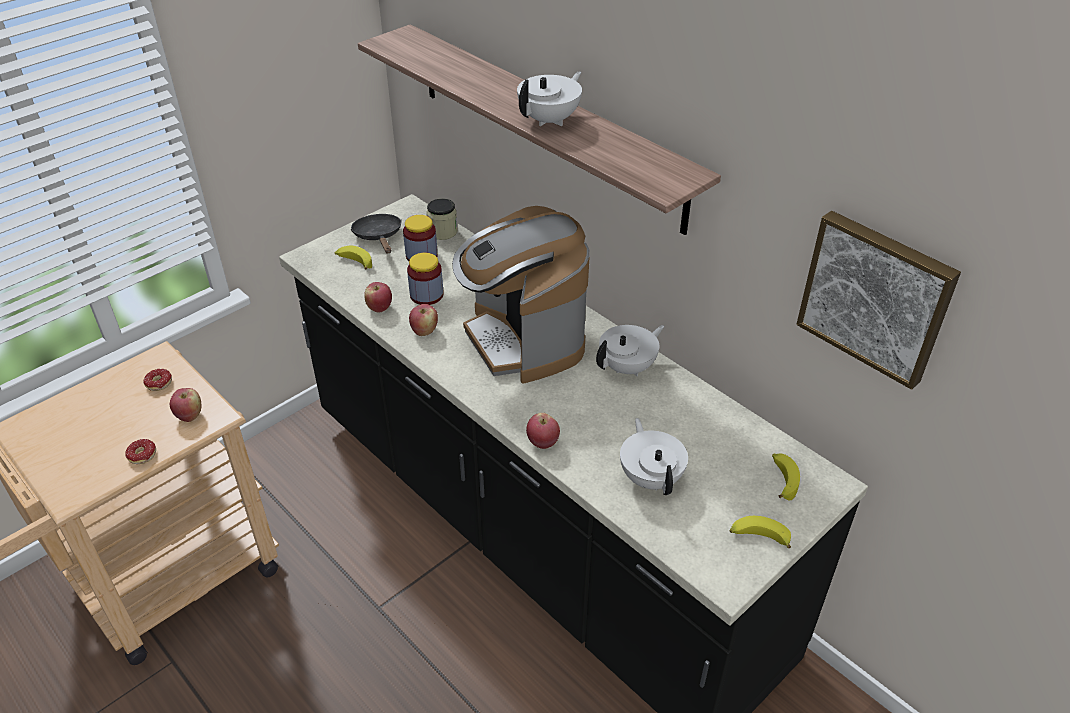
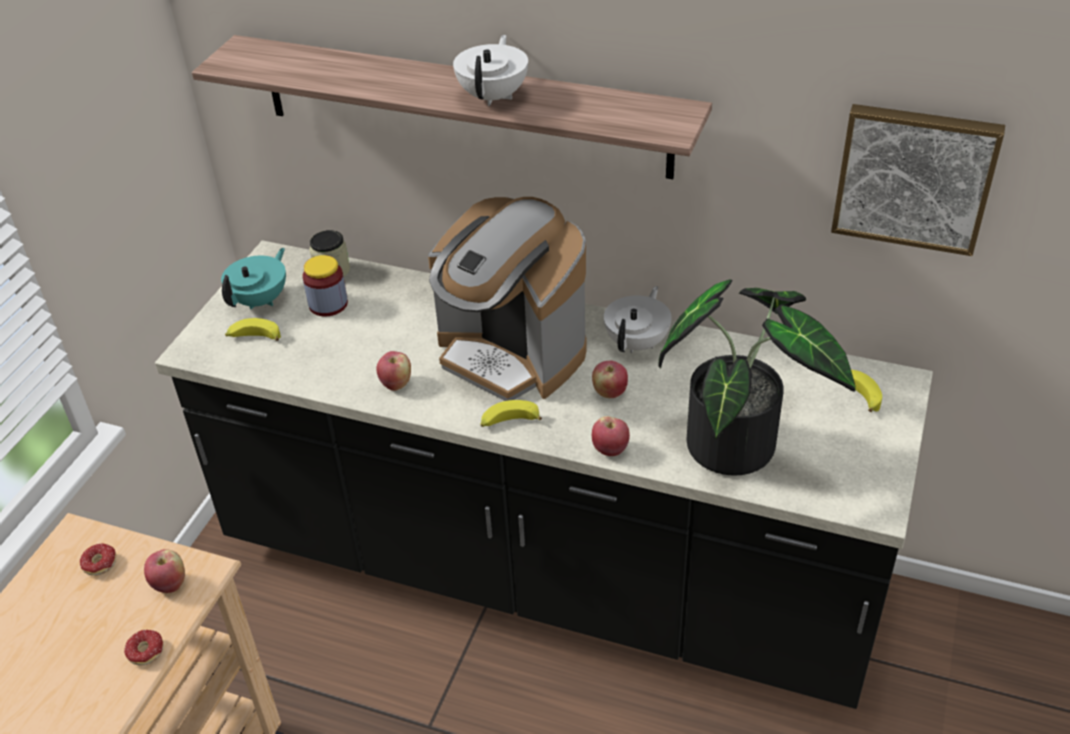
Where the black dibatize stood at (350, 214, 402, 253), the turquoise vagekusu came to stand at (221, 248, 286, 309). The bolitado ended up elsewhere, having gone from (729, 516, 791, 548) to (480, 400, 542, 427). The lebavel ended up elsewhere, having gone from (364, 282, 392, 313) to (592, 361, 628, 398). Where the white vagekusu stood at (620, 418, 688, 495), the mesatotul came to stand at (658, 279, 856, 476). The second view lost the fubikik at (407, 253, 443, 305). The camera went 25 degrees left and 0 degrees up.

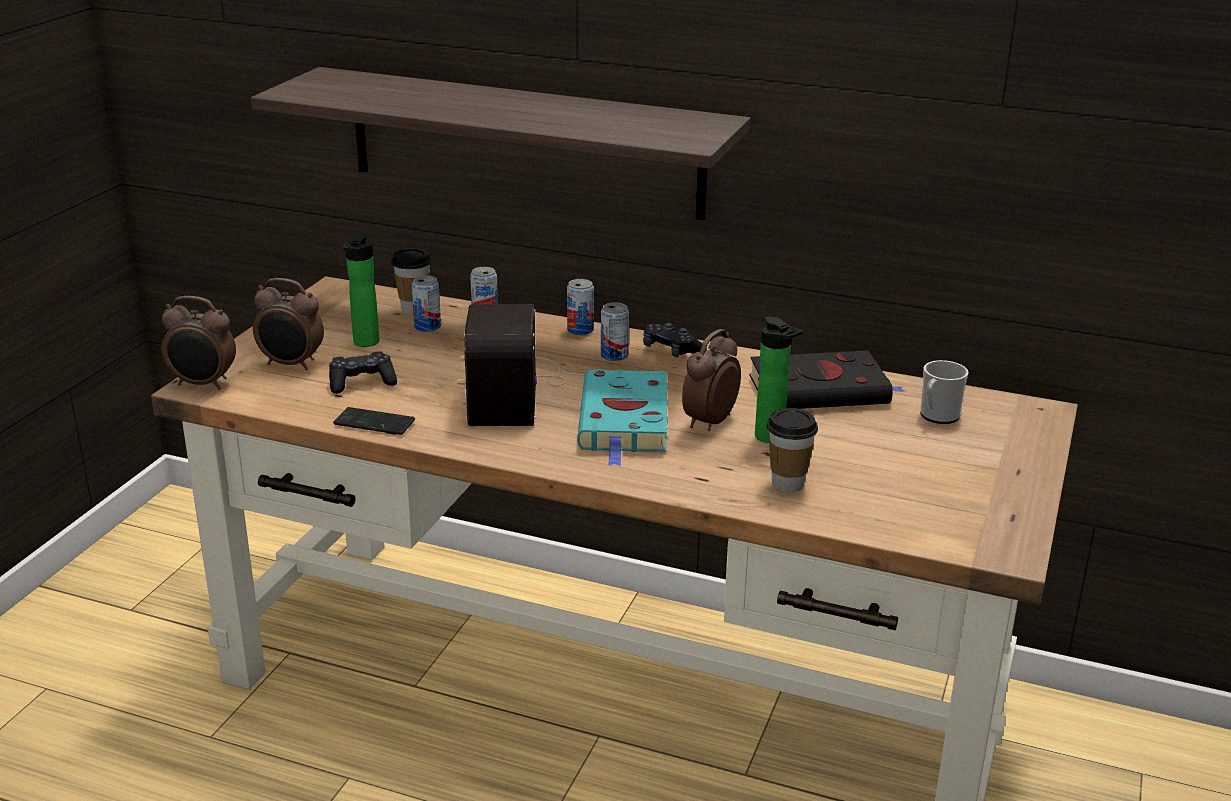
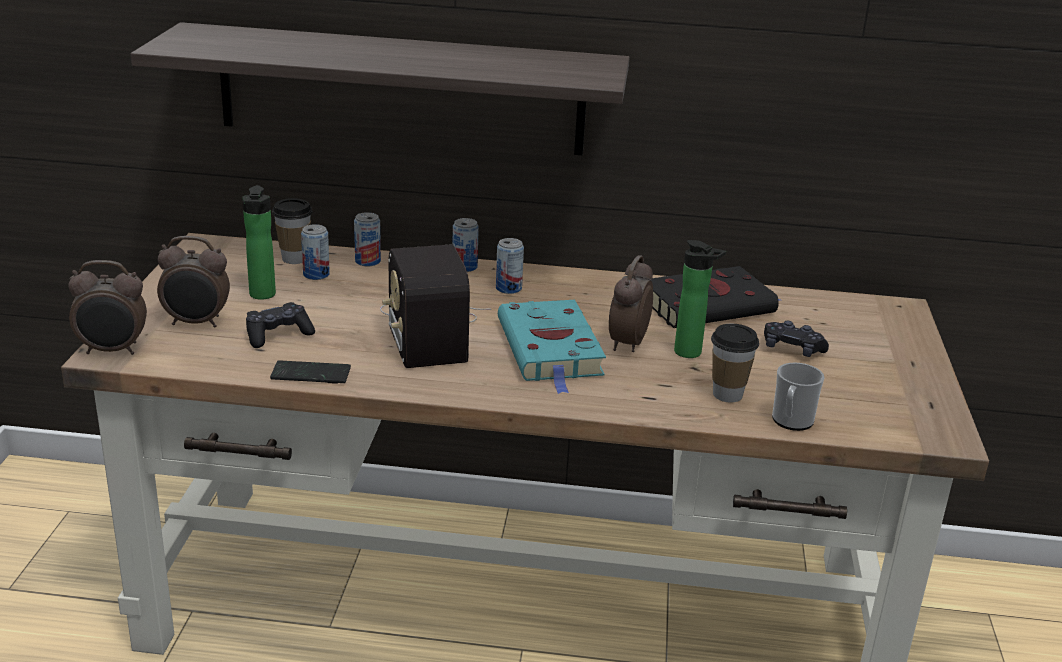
The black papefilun ended up elsewhere, having gone from (643, 323, 707, 357) to (764, 321, 829, 357). The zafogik ended up elsewhere, having gone from (920, 360, 968, 424) to (772, 363, 825, 431). The camera went 15 degrees left and 0 degrees up.

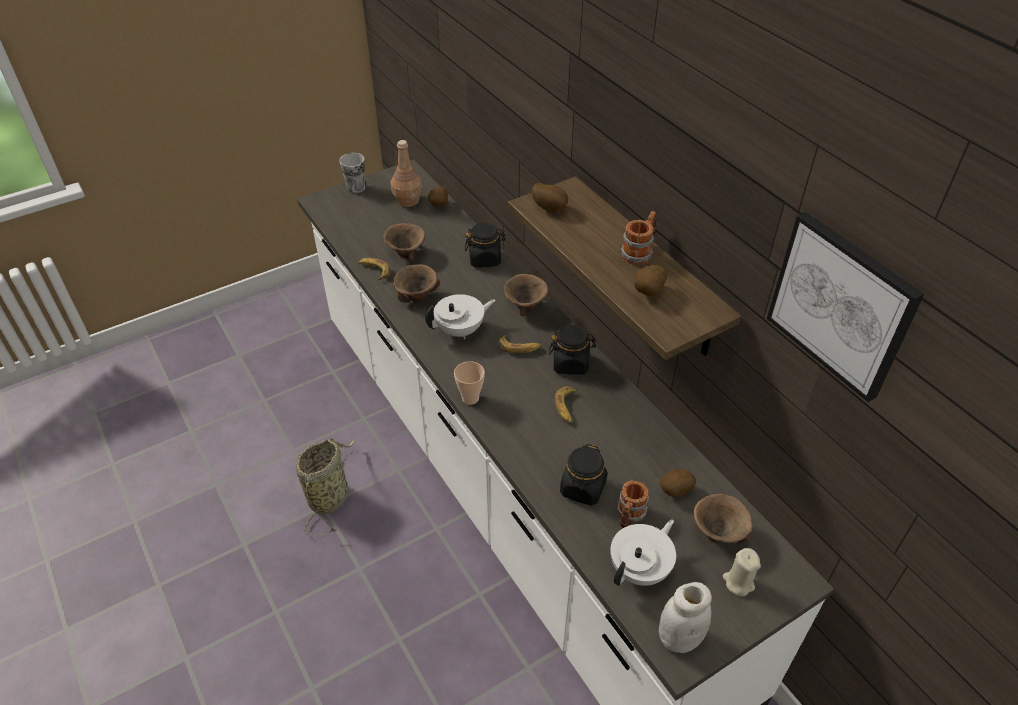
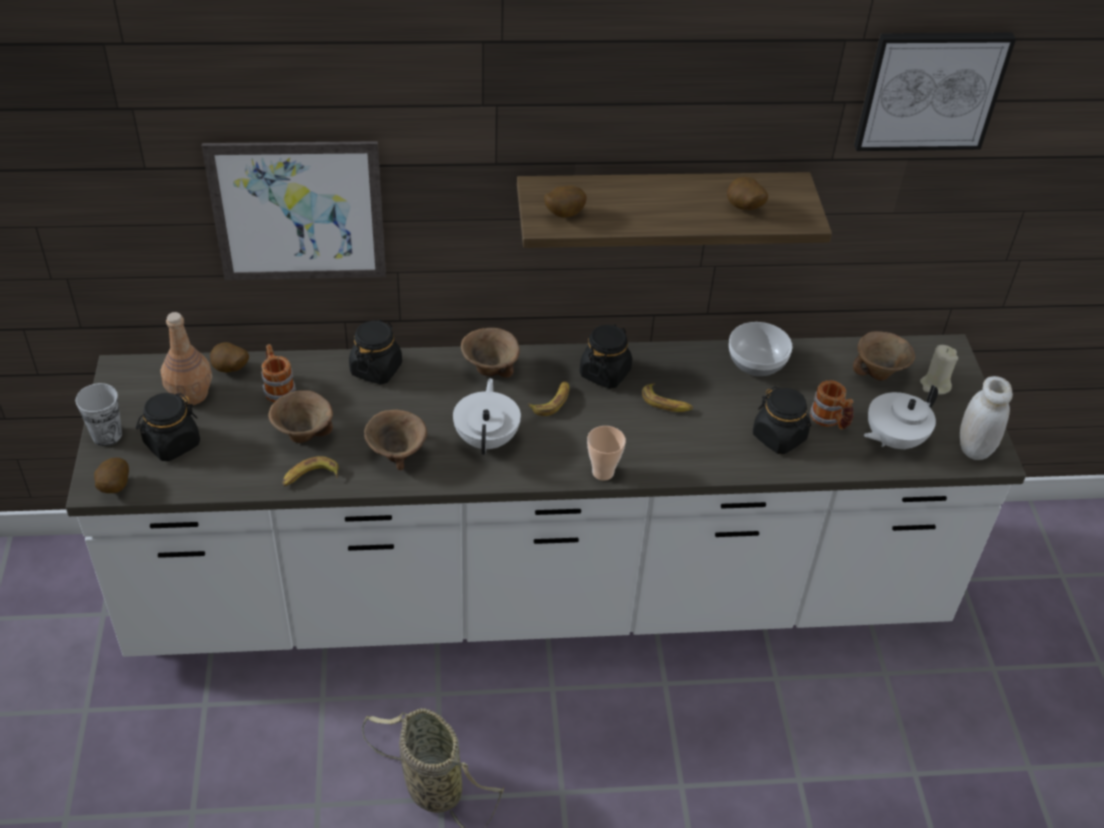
The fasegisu ended up elsewhere, having gone from (660, 469, 696, 497) to (94, 457, 129, 493). The second view gained the black fubikik at (136, 393, 200, 461). The second view gained the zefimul at (202, 141, 386, 280). The zafogik ended up elsewhere, having gone from (621, 211, 656, 265) to (261, 344, 296, 402). The second view gained the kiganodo at (729, 322, 793, 376). The white vagekusu at (610, 519, 676, 586) ended up facing another way, 105 degrees counterclockwise from before. The camera went 65 degrees left and 0 degrees up.

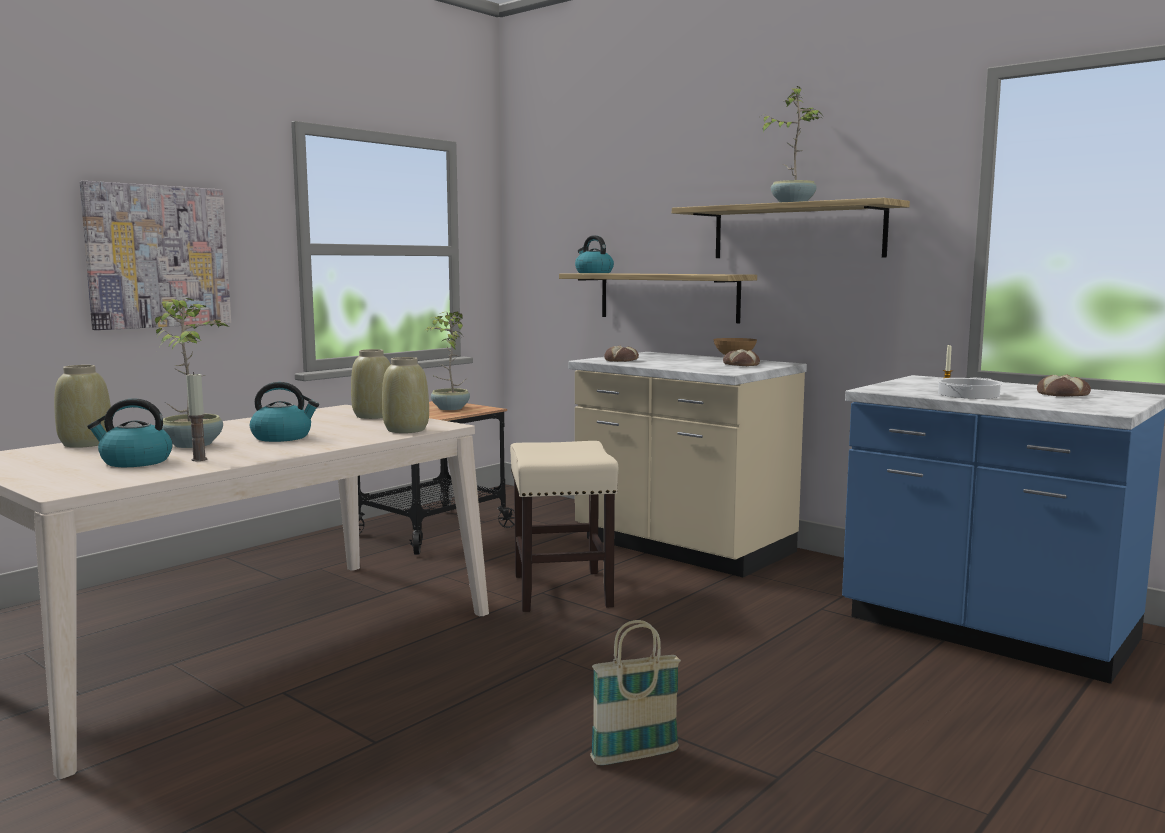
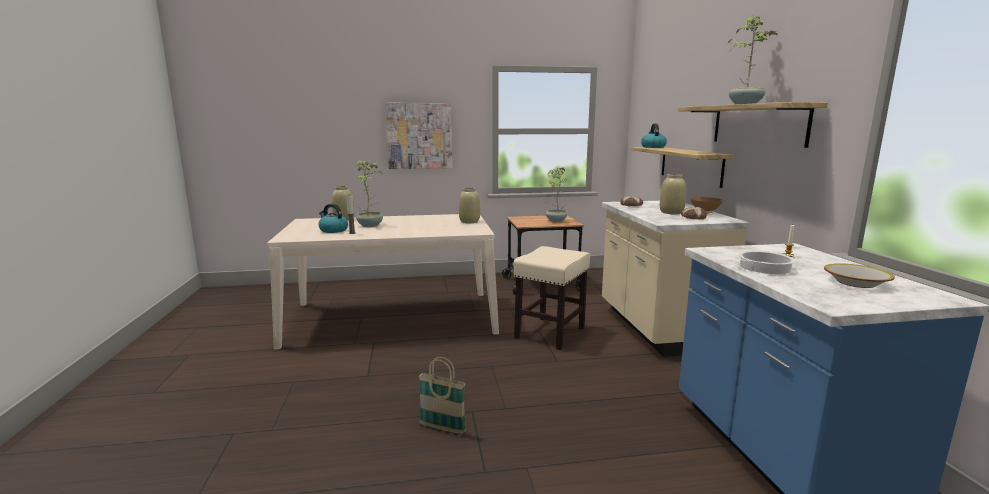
The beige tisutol ended up elsewhere, having gone from (382, 357, 429, 433) to (660, 174, 686, 214). Where the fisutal stood at (1037, 374, 1091, 397), the kiganodo came to stand at (824, 263, 895, 288). The second view lost the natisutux at (250, 382, 319, 442). The camera went 40 degrees right and 5 degrees up.

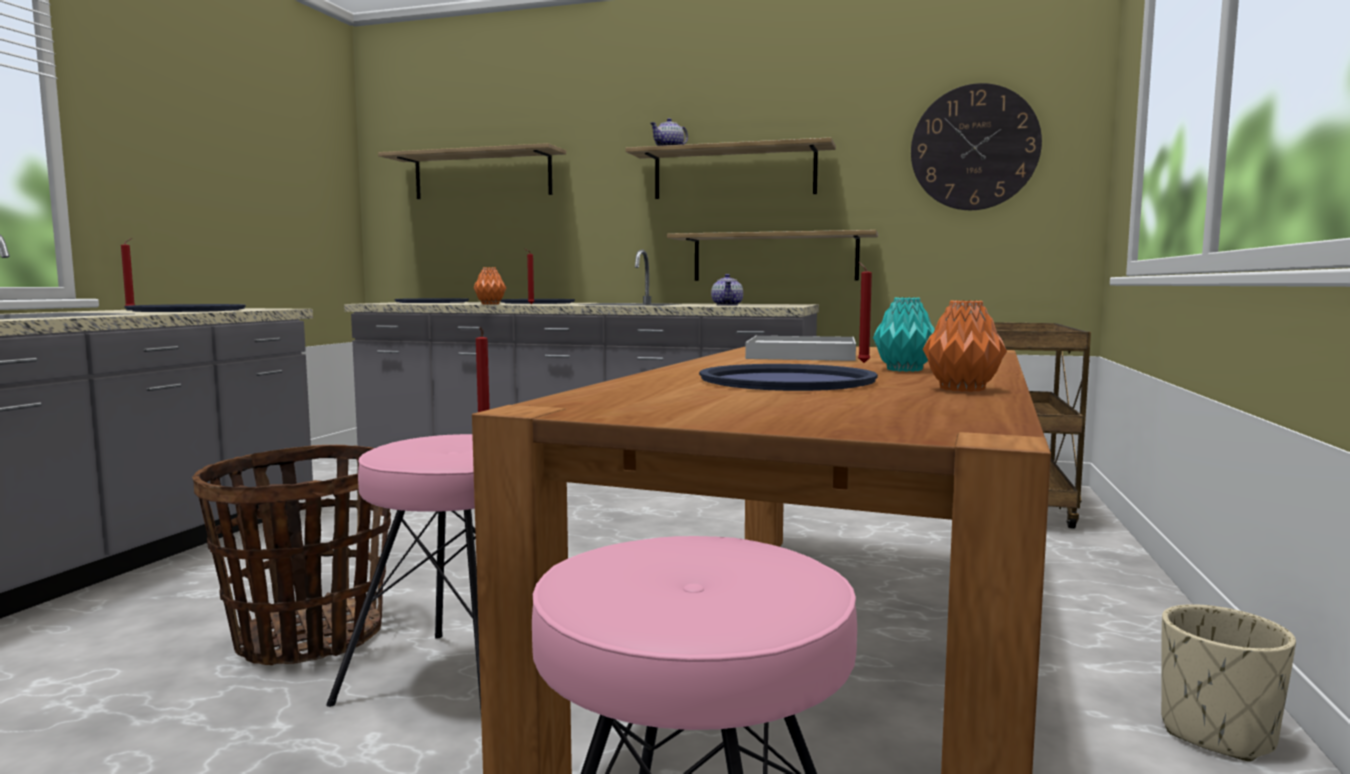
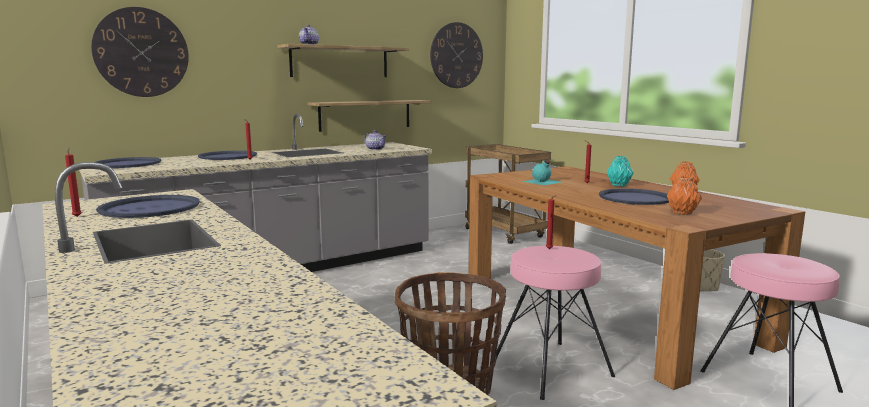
Where the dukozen hung at (378, 143, 566, 199), the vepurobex came to hang at (91, 7, 189, 97). Where the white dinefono stood at (745, 336, 856, 361), the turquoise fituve came to stand at (522, 160, 562, 185). The orange tisutol ended up elsewhere, having gone from (474, 267, 507, 304) to (667, 176, 702, 215). The camera went 50 degrees left and 5 degrees up.

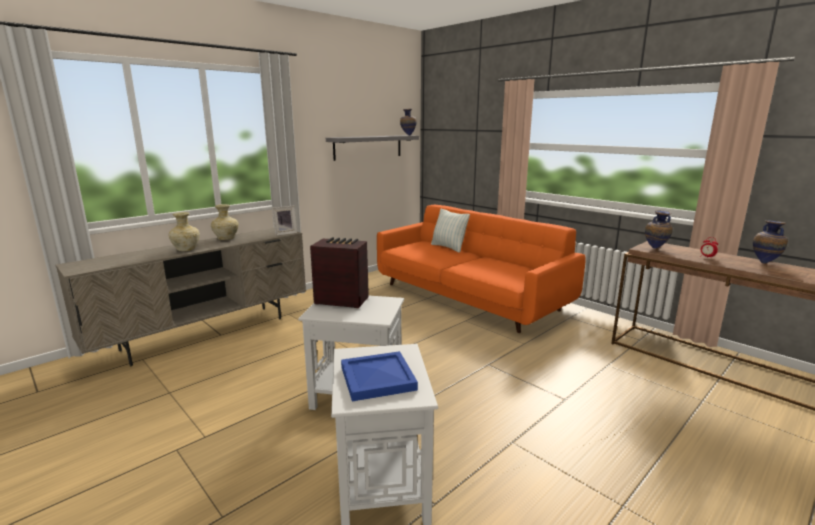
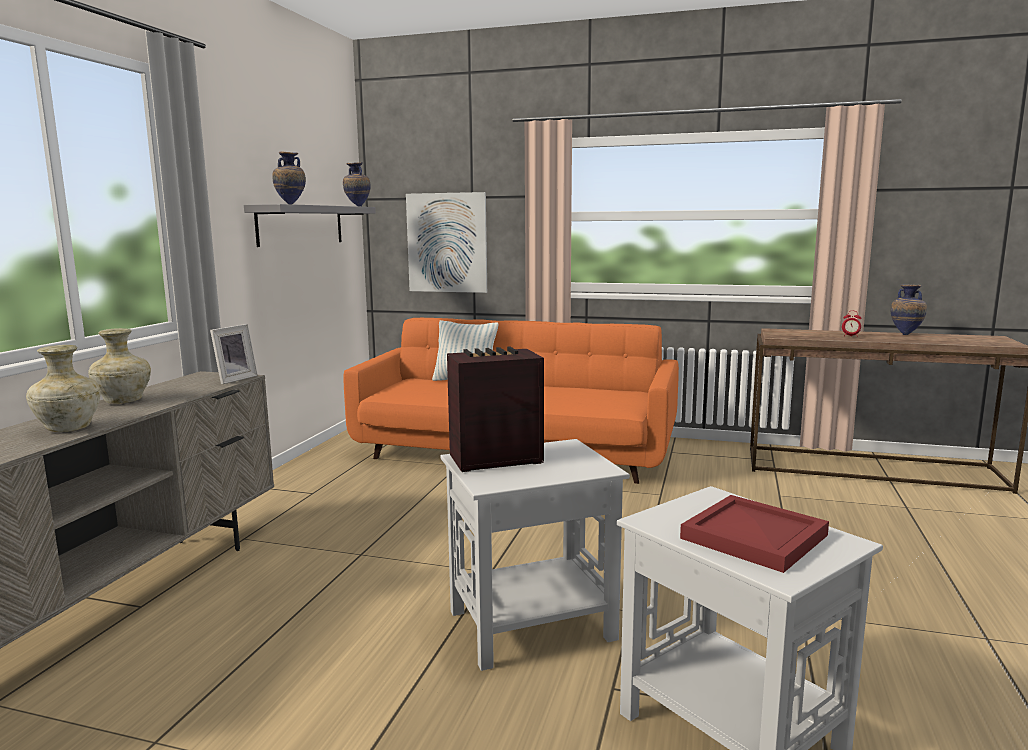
The tisutol ended up elsewhere, having gone from (645, 210, 673, 249) to (273, 151, 306, 204). The second view gained the zefimul at (406, 192, 487, 293). What was the blue dinefono at (341, 351, 418, 401) turned into the red dinefono at (680, 495, 829, 573). The camera went 30 degrees left and 5 degrees down.

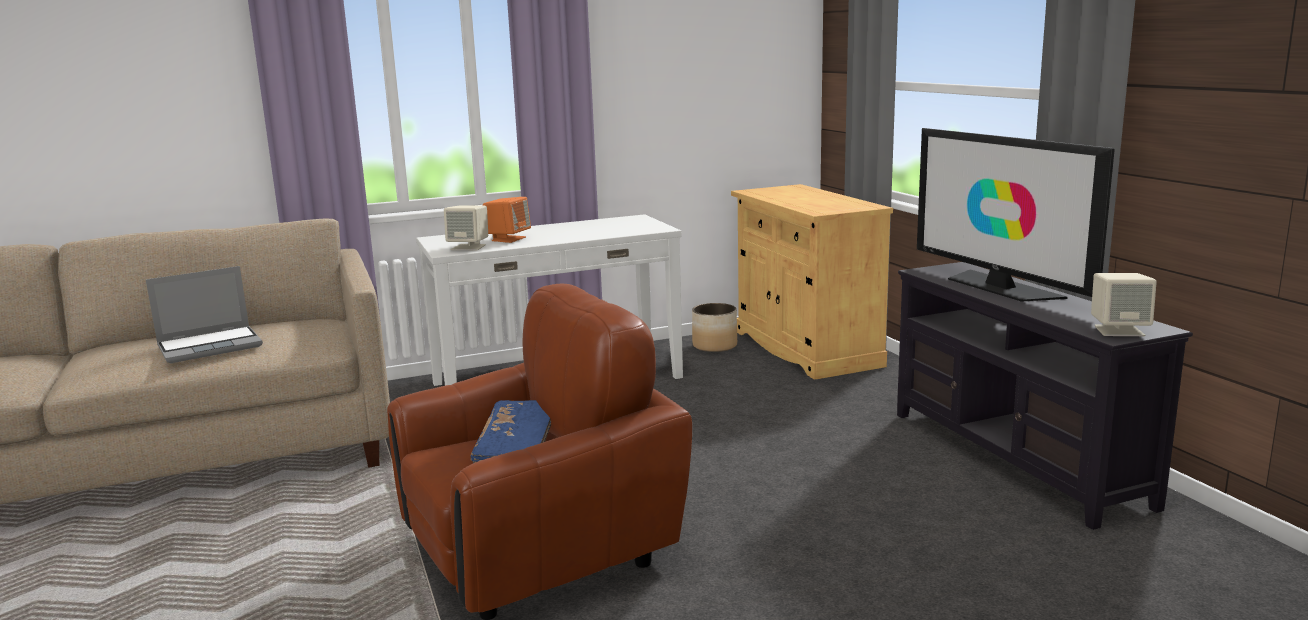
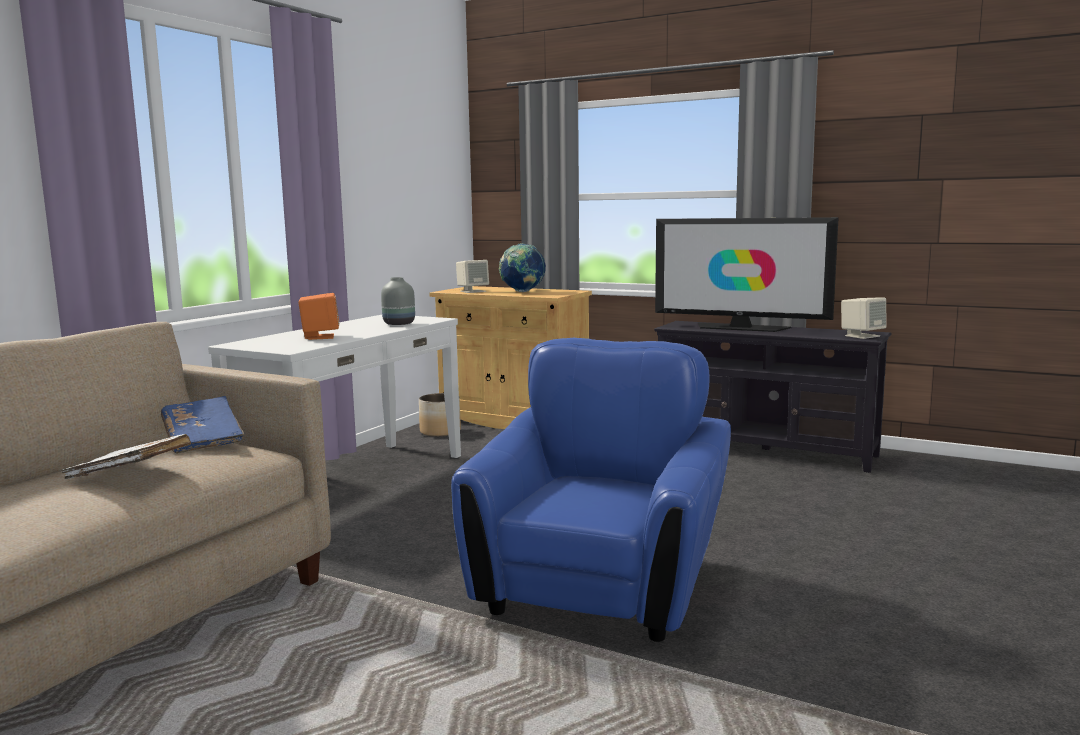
Where the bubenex stood at (146, 266, 263, 363), the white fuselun came to stand at (62, 434, 191, 479). The blue fuselun ended up elsewhere, having gone from (470, 400, 551, 463) to (161, 396, 244, 454). The second view gained the grey tisutol at (381, 277, 415, 325). What was the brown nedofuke at (387, 284, 692, 620) turned into the blue nedofuke at (451, 338, 731, 642). The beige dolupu ended up elsewhere, having gone from (444, 206, 488, 250) to (456, 260, 489, 293). The second view gained the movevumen at (499, 243, 546, 292). The camera went 40 degrees left and 5 degrees down.

